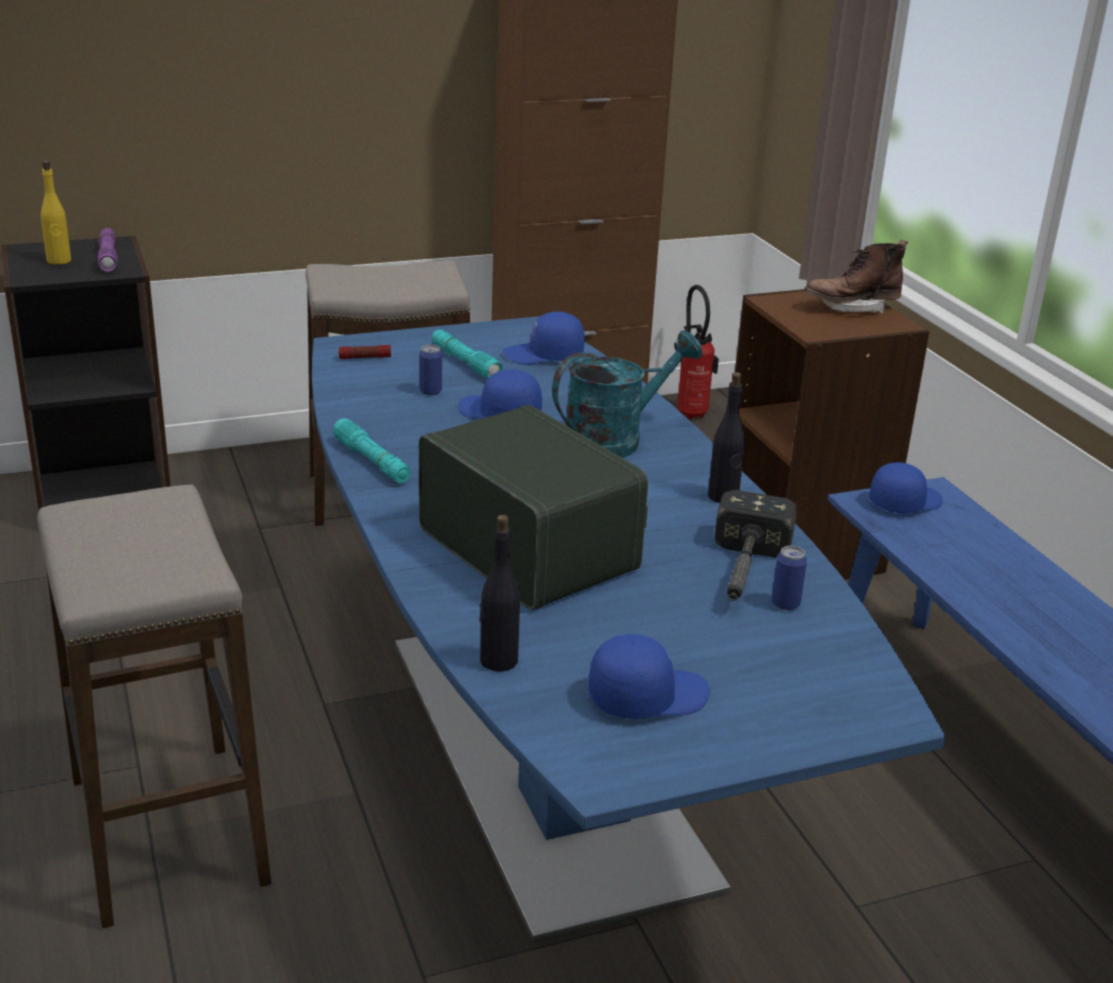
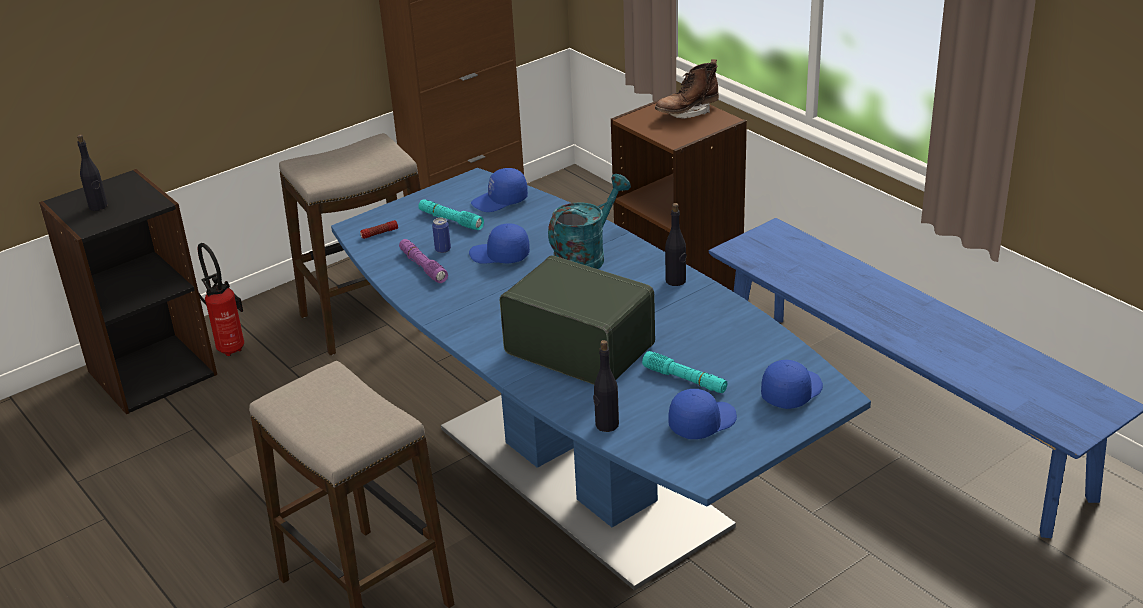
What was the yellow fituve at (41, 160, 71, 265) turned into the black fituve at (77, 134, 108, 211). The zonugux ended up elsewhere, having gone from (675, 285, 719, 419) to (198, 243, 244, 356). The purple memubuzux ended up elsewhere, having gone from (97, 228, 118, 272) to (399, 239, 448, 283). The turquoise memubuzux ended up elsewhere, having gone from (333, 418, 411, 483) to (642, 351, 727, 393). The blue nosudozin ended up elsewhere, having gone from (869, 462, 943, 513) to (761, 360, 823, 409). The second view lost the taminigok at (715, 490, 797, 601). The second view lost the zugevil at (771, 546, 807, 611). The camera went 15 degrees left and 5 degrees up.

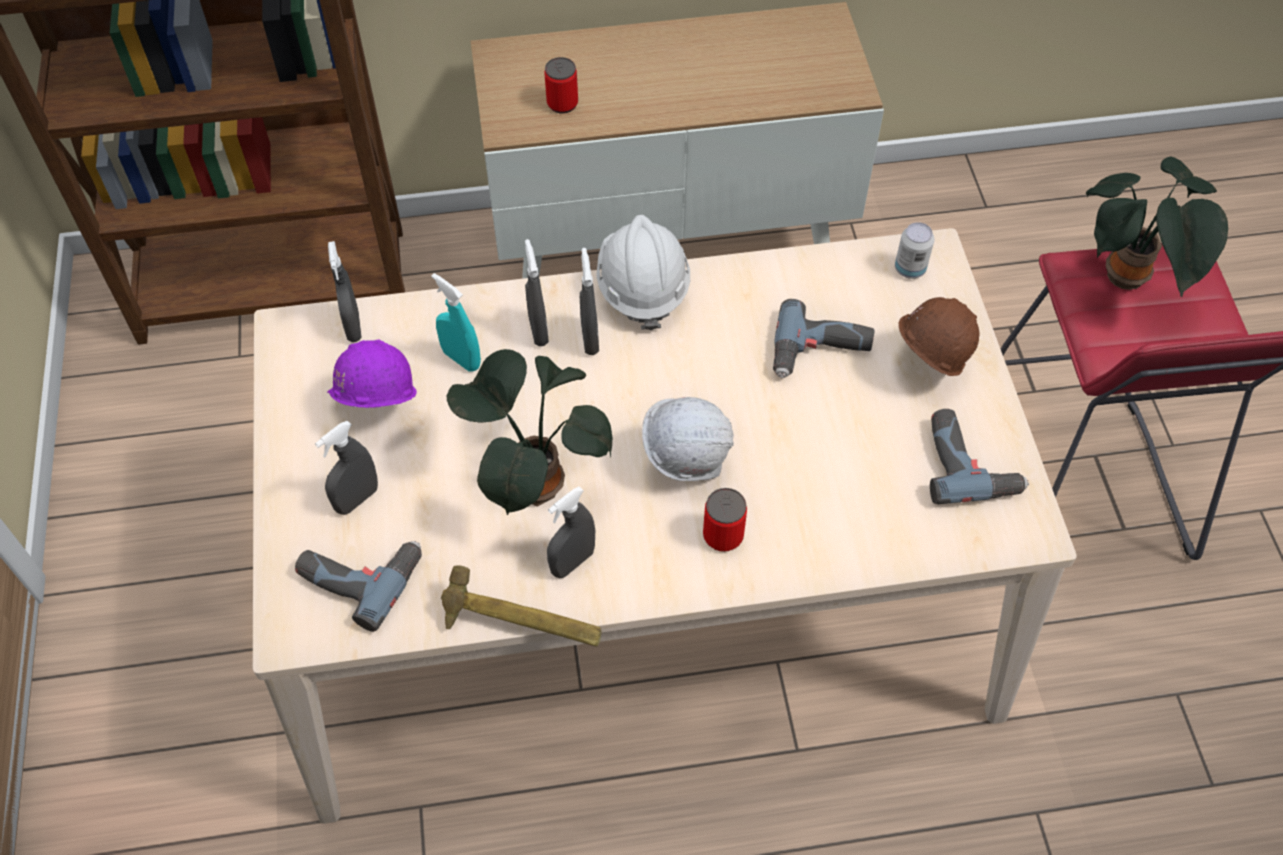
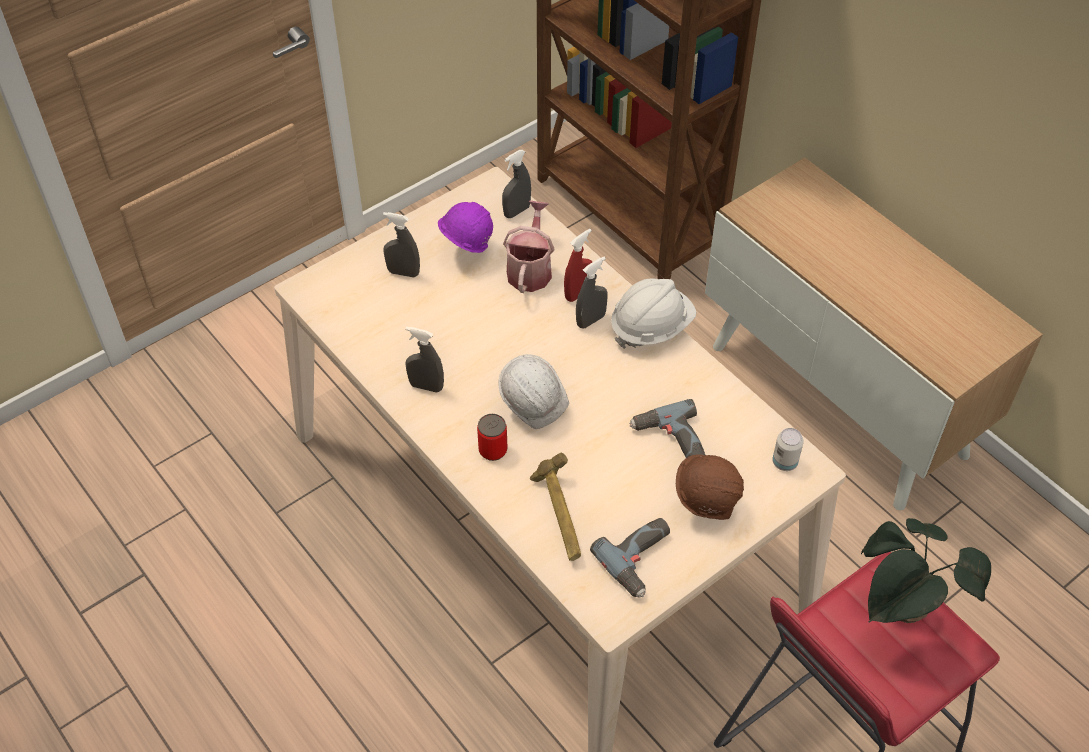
Where the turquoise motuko stood at (431, 273, 481, 372), the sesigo came to stand at (503, 201, 555, 293). The taminigok ended up elsewhere, having gone from (441, 565, 601, 646) to (529, 453, 581, 561). What was the grey motuko at (525, 239, 549, 346) turned into the red motuko at (564, 229, 592, 302). The second view lost the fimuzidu at (295, 541, 422, 632). The second view lost the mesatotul at (447, 349, 612, 515). The second view lost the zugevil at (544, 57, 578, 114). The camera went 60 degrees right and 5 degrees down.

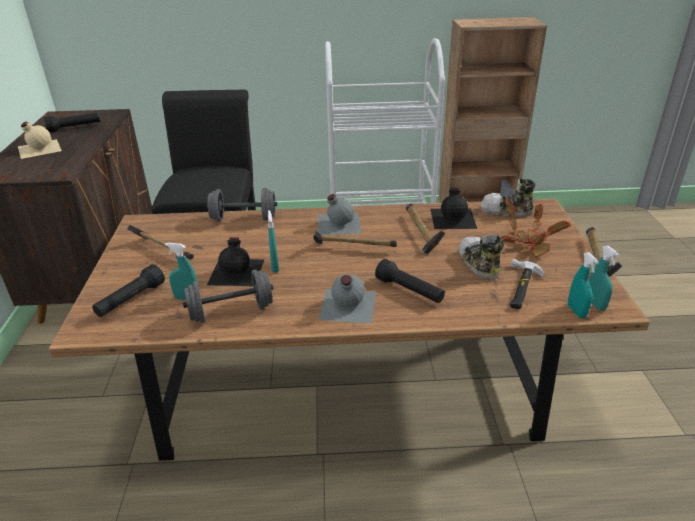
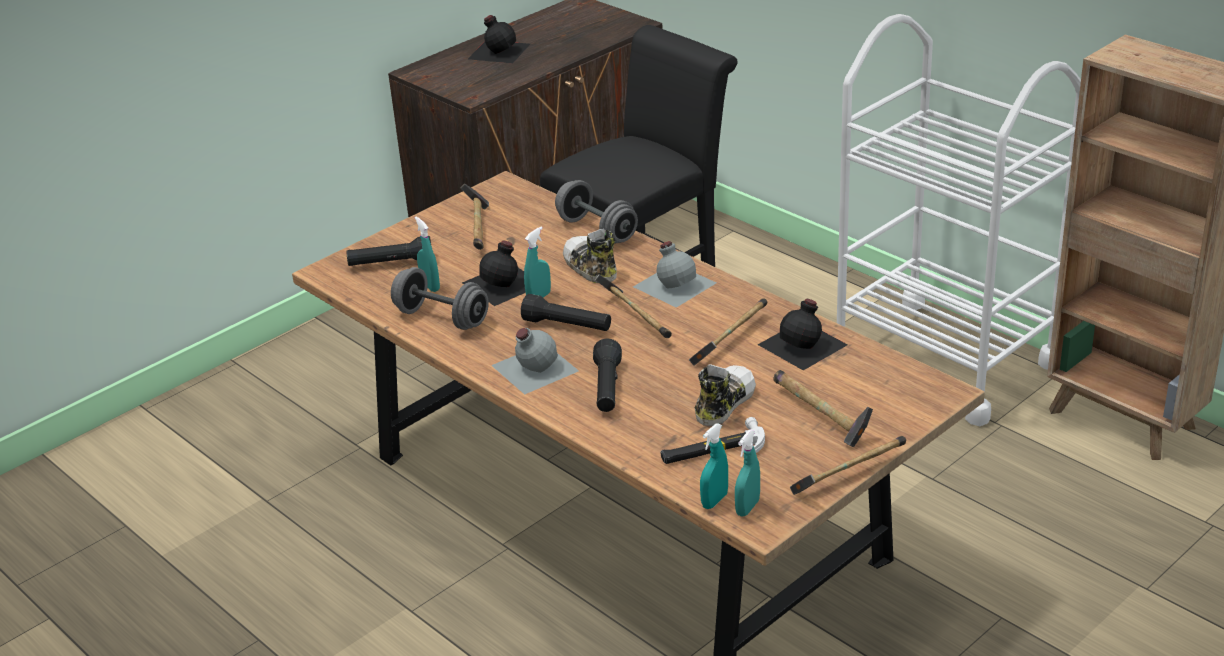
What was the beige fituve at (18, 122, 62, 159) turned into the black fituve at (468, 15, 530, 63). The black memubuzux ended up elsewhere, having gone from (44, 112, 100, 133) to (521, 294, 611, 331). The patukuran ended up elsewhere, having gone from (480, 179, 535, 217) to (563, 229, 617, 283). Where the mesatotul stood at (501, 198, 571, 257), the taminigok came to stand at (773, 370, 873, 447). The camera went 50 degrees right and 0 degrees up.

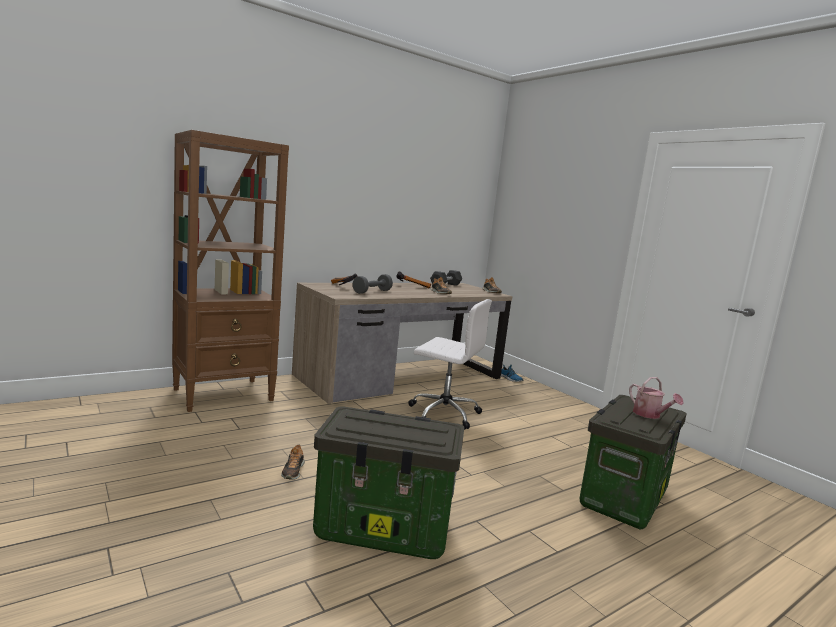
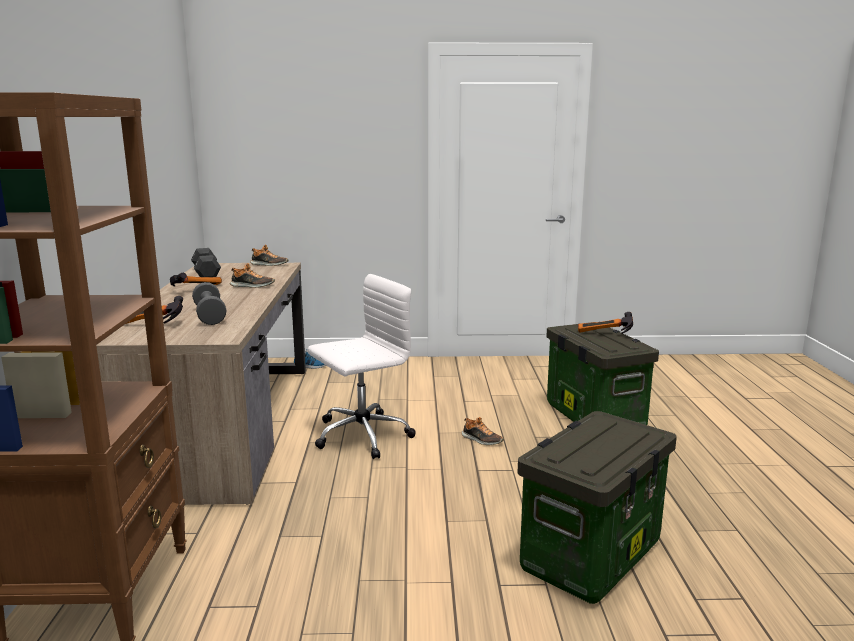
The patukuran ended up elsewhere, having gone from (281, 444, 305, 480) to (462, 417, 504, 445). Where the sesigo stood at (629, 377, 684, 419), the taminigok came to stand at (578, 312, 633, 334). The camera went 55 degrees left and 5 degrees up.

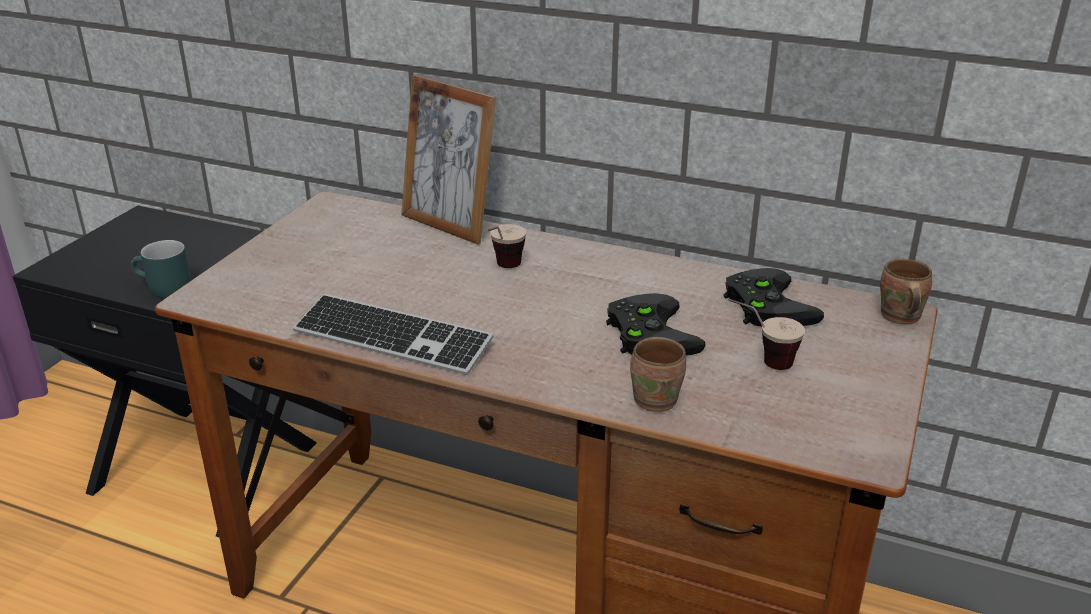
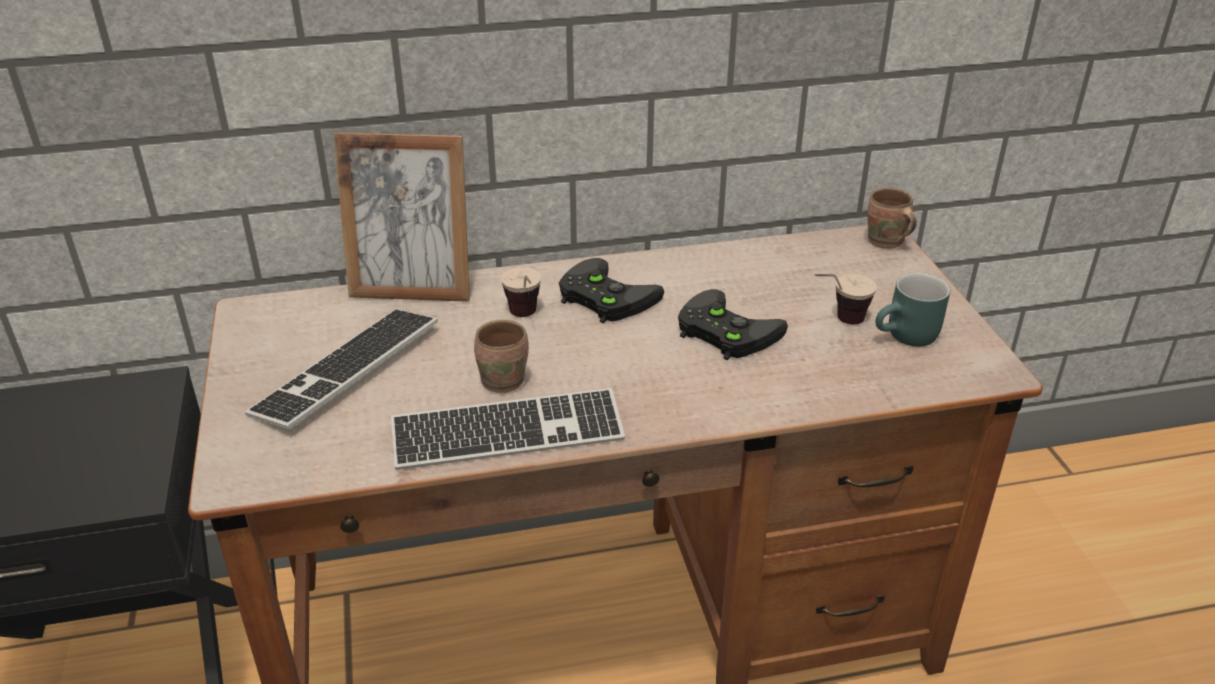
The second view gained the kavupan at (245, 309, 438, 432). The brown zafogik ended up elsewhere, having gone from (630, 337, 686, 412) to (474, 320, 529, 393). The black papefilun ended up elsewhere, having gone from (723, 268, 824, 326) to (559, 258, 664, 323). The turquoise zafogik ended up elsewhere, having gone from (131, 240, 191, 299) to (875, 273, 950, 347). The camera went 35 degrees left and 5 degrees up.

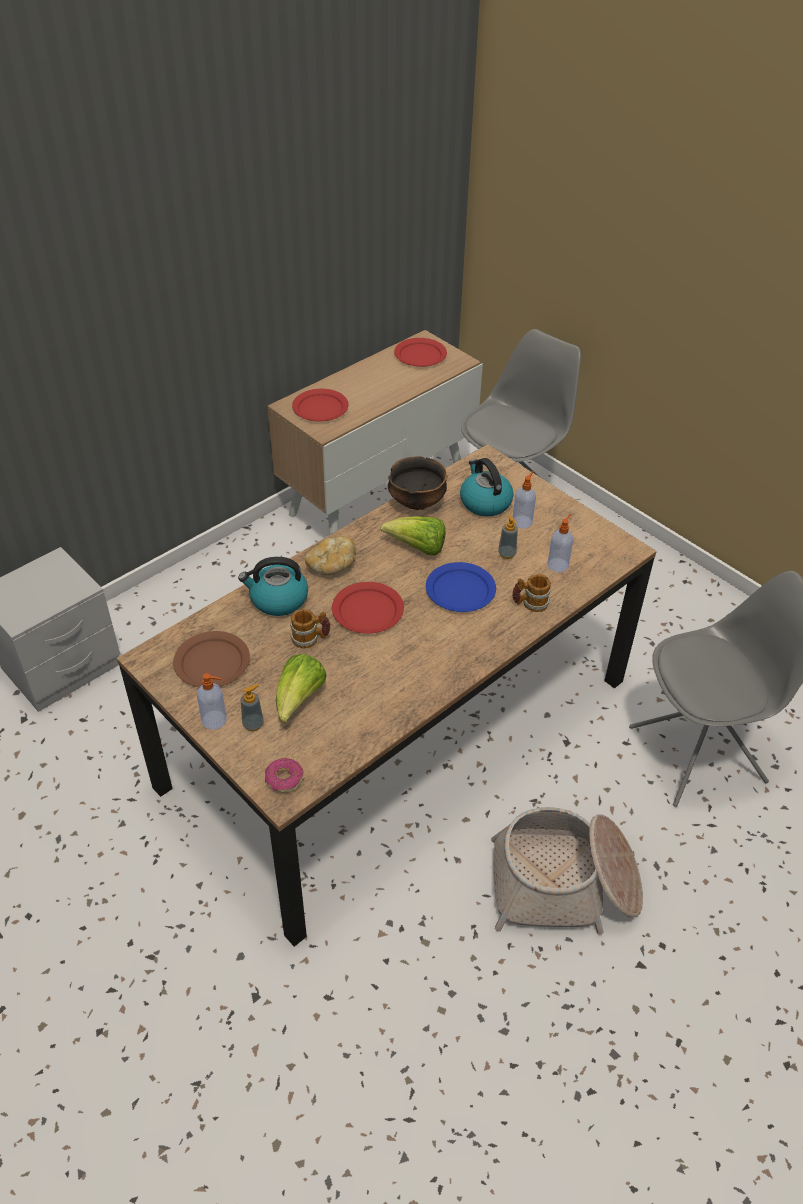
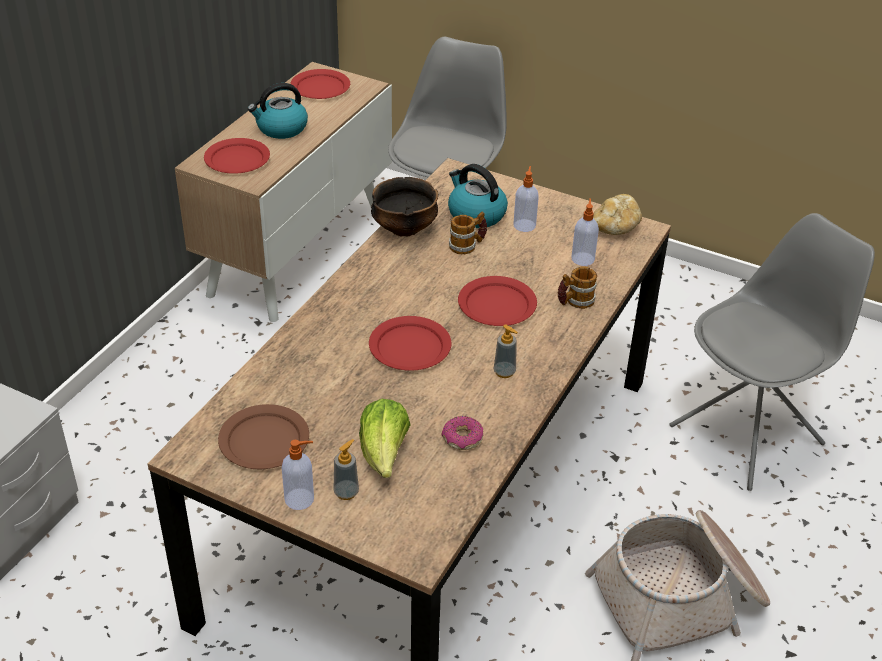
The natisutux ended up elsewhere, having gone from (238, 557, 308, 616) to (248, 83, 308, 139). The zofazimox ended up elsewhere, having gone from (265, 758, 303, 793) to (442, 416, 483, 450). The zafogik ended up elsewhere, having gone from (290, 609, 331, 648) to (449, 212, 487, 254). What was the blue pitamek at (426, 562, 496, 612) turned into the red pitamek at (458, 276, 537, 326). The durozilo ended up elsewhere, having gone from (498, 515, 518, 559) to (494, 324, 518, 378). The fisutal ended up elsewhere, having gone from (305, 536, 356, 575) to (593, 194, 642, 235). The second view lost the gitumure at (381, 516, 446, 556). The camera went 20 degrees left and 5 degrees down.

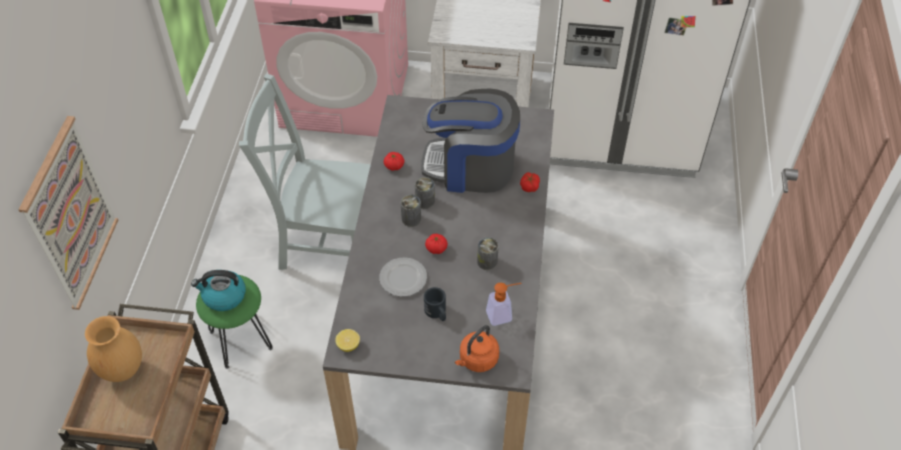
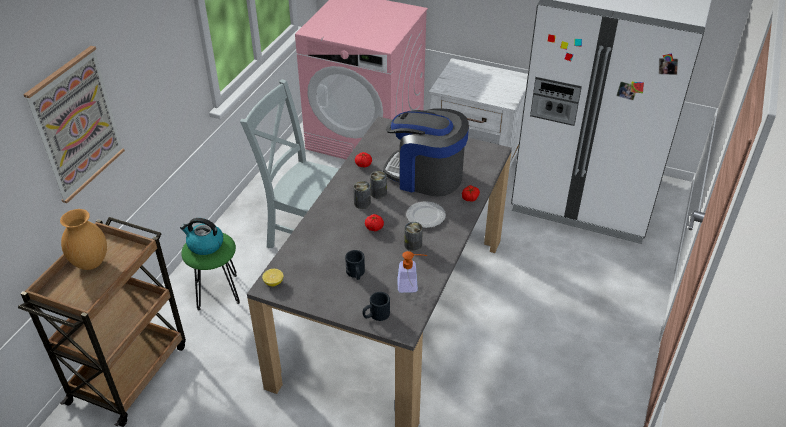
Where the orange natisutux stood at (455, 325, 499, 372), the black zafogik came to stand at (363, 292, 390, 321). The pitamek ended up elsewhere, having gone from (379, 257, 427, 297) to (406, 201, 446, 228). The camera went 15 degrees right and 10 degrees down.

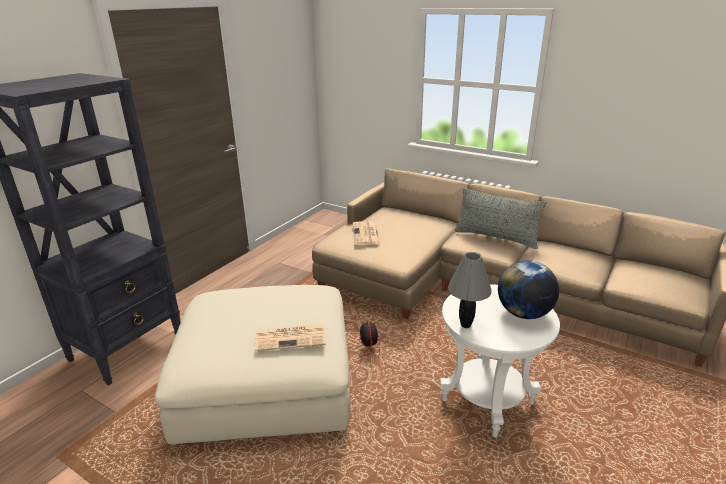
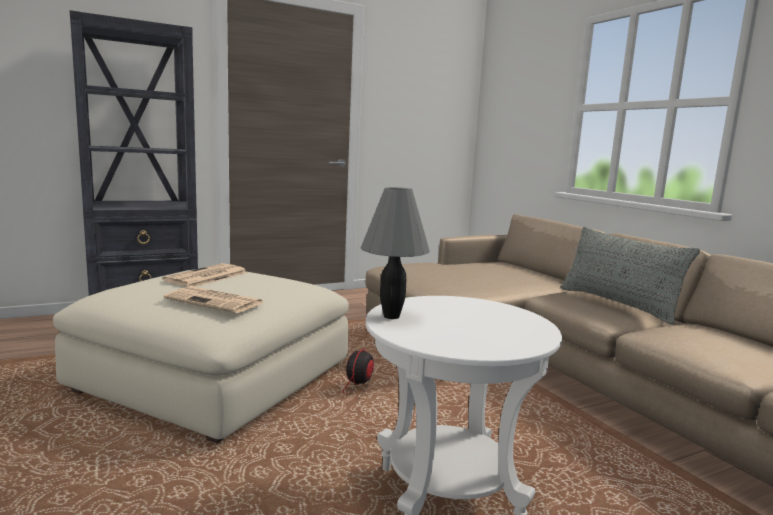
The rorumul ended up elsewhere, having gone from (353, 221, 381, 245) to (162, 263, 248, 287). The second view lost the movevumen at (498, 260, 559, 319). The camera went 30 degrees right and 15 degrees down.

